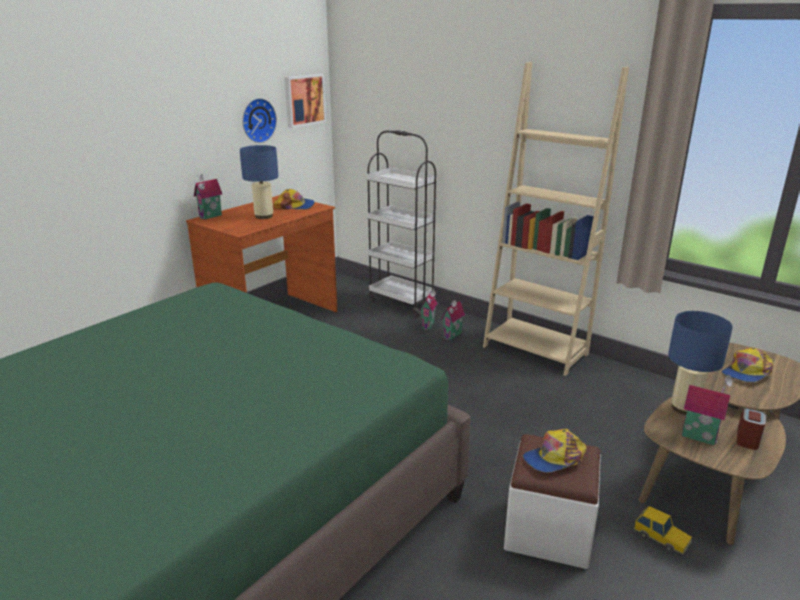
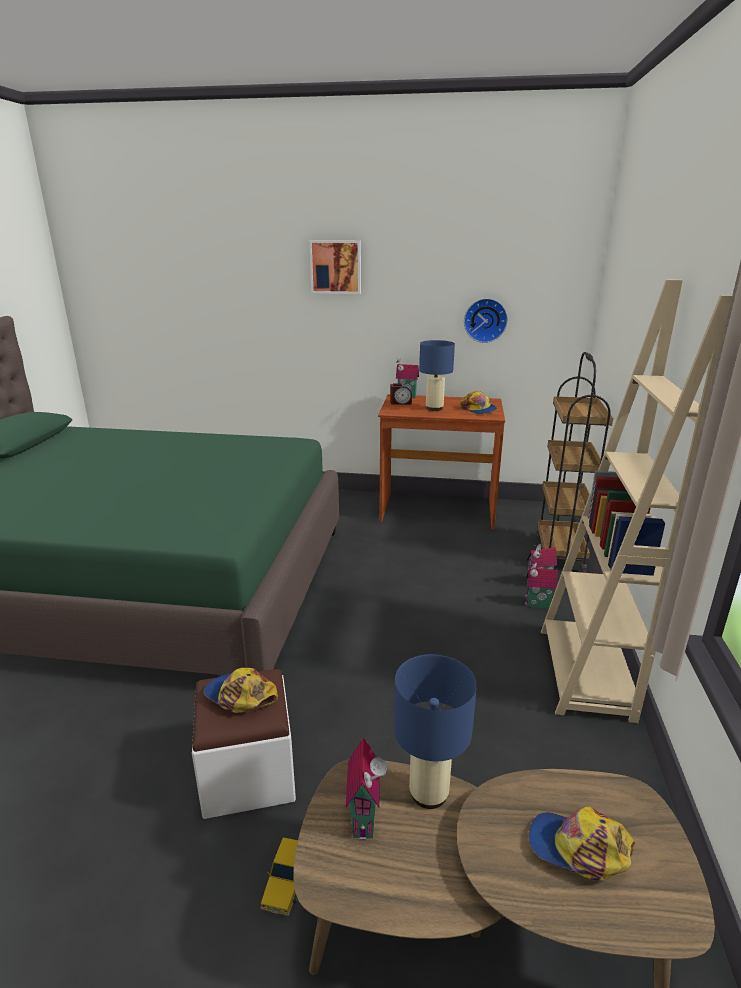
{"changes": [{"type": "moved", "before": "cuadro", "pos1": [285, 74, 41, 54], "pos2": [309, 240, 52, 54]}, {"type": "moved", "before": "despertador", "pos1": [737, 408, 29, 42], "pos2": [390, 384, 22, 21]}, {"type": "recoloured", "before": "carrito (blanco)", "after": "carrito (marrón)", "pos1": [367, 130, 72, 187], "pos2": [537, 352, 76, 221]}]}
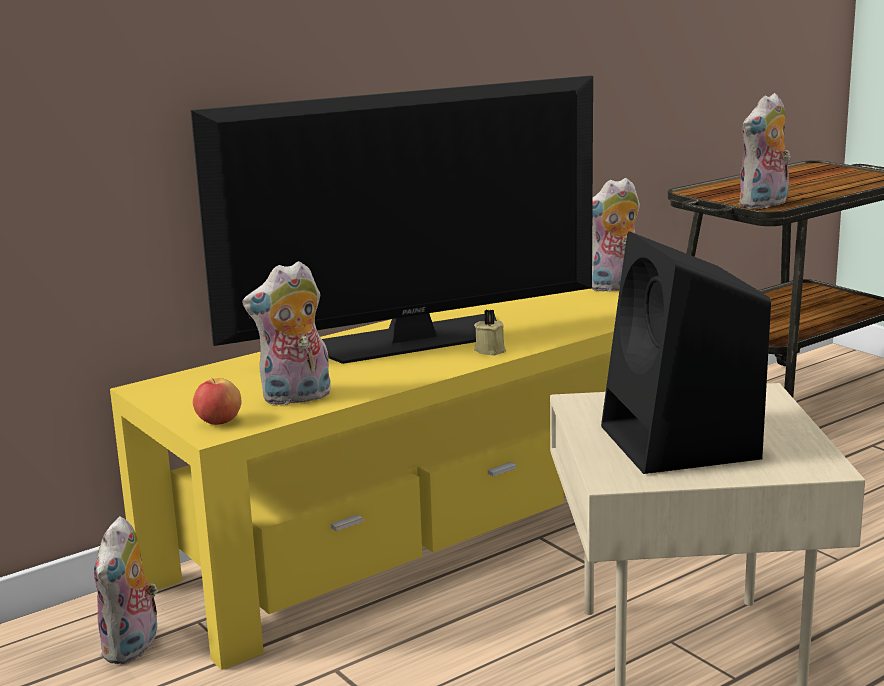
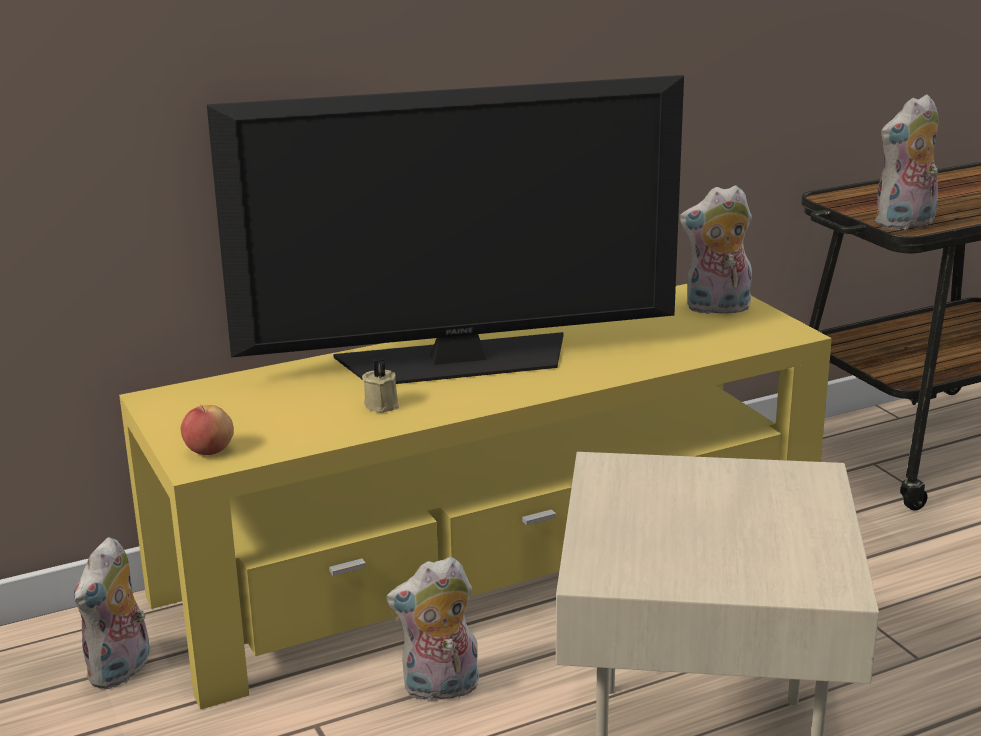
{"changes": [{"type": "removed", "before": "altavoz (negro)", "pos1": [601, 231, 170, 243]}, {"type": "moved", "before": "peluche", "pos1": [242, 261, 89, 144], "pos2": [386, 557, 93, 144]}, {"type": "moved", "before": "vela (beis)", "pos1": [474, 309, 32, 47], "pos2": [362, 359, 37, 54]}]}
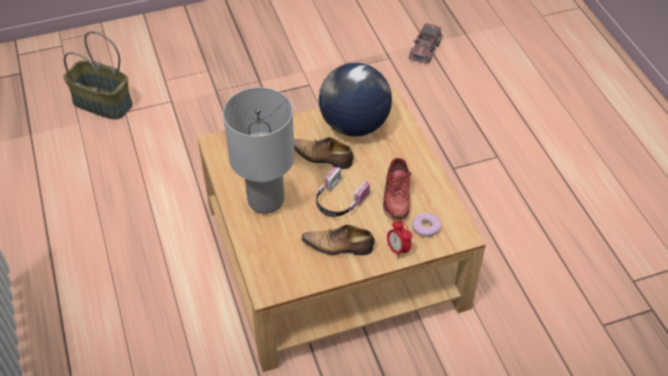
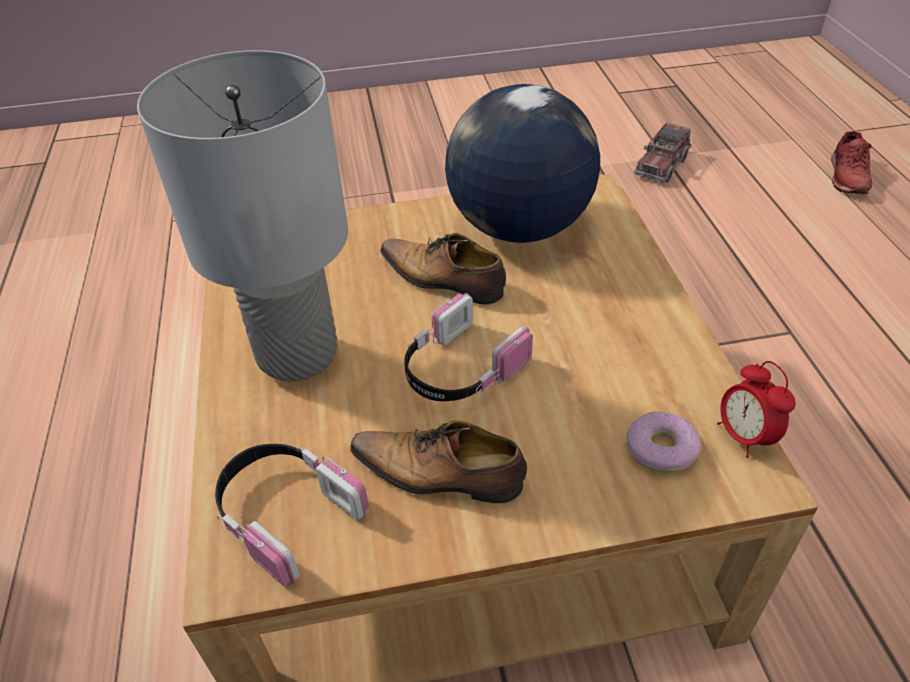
{"changes": [{"type": "removed", "before": "cesta", "pos1": [63, 31, 70, 89]}, {"type": "added", "after": "auriculares", "pos2": [215, 444, 154, 142]}, {"type": "moved", "before": "zapato (rojo)", "pos1": [383, 158, 28, 61], "pos2": [831, 131, 41, 63]}, {"type": "moved", "before": "despertador", "pos1": [387, 220, 25, 39], "pos2": [717, 361, 79, 97]}]}
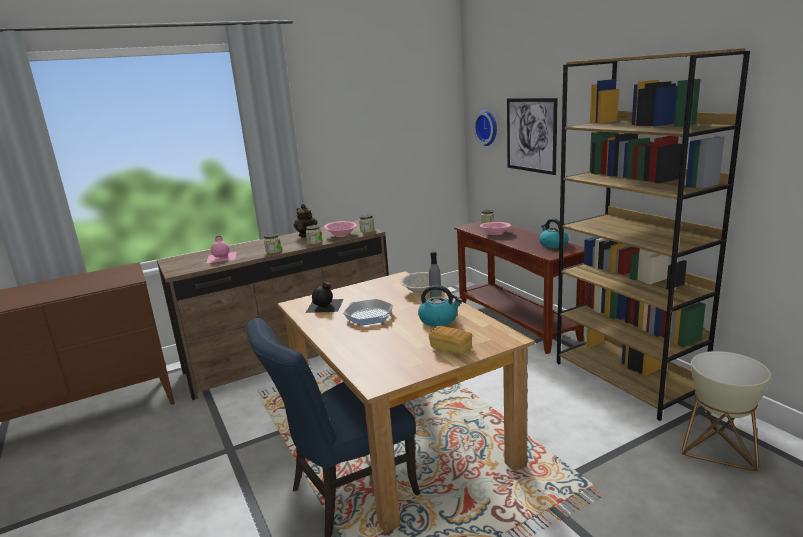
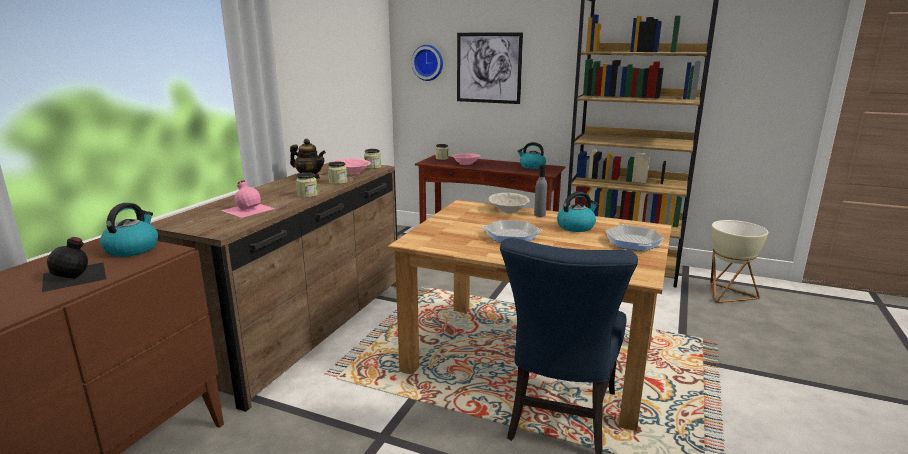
{"changes": [{"type": "added", "after": "hervidor", "pos2": [100, 203, 58, 54]}, {"type": "moved", "before": "botella (negro)", "pos1": [306, 282, 38, 31], "pos2": [42, 237, 64, 55]}, {"type": "replaced", "before": "pan", "after": "sartén", "pos1": [429, 326, 43, 29], "pos2": [606, 224, 58, 27]}]}
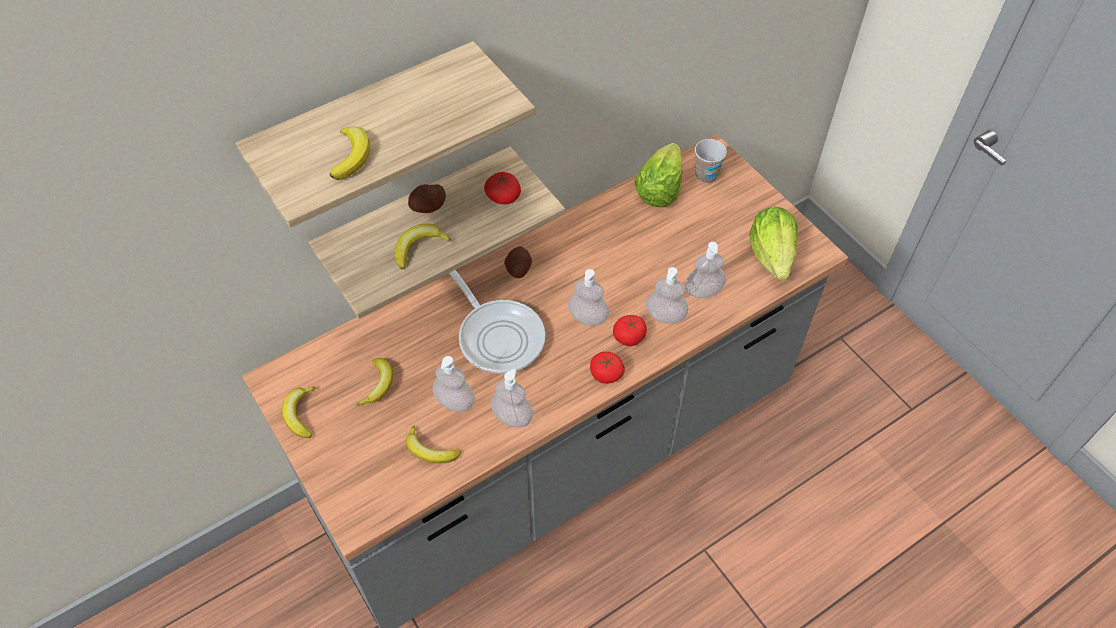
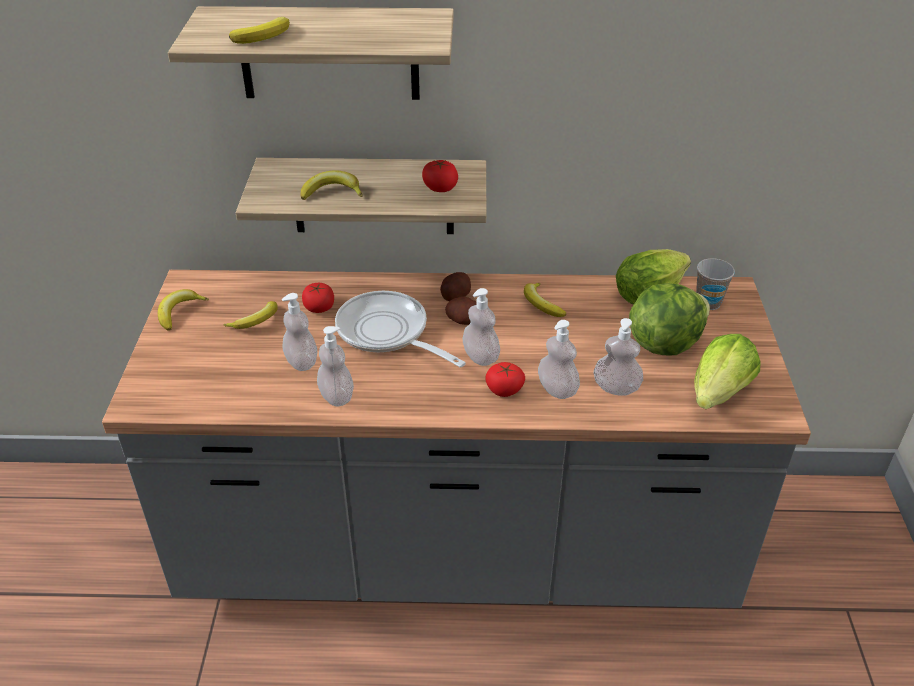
{"changes": [{"type": "added", "after": "lechuga", "pos2": [629, 283, 81, 73]}, {"type": "moved", "before": "plátano", "pos1": [406, 425, 55, 38], "pos2": [524, 283, 42, 34]}, {"type": "moved", "before": "patata", "pos1": [408, 184, 38, 29], "pos2": [445, 296, 32, 29]}, {"type": "moved", "before": "tomate", "pos1": [590, 352, 35, 32], "pos2": [302, 283, 32, 30]}, {"type": "turned", "before": "sartén", "pos1": [449, 270, 96, 104], "pos2": [335, 291, 131, 76], "turn": 135}]}
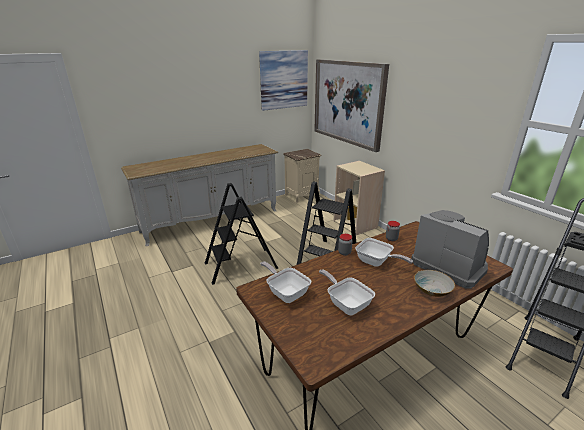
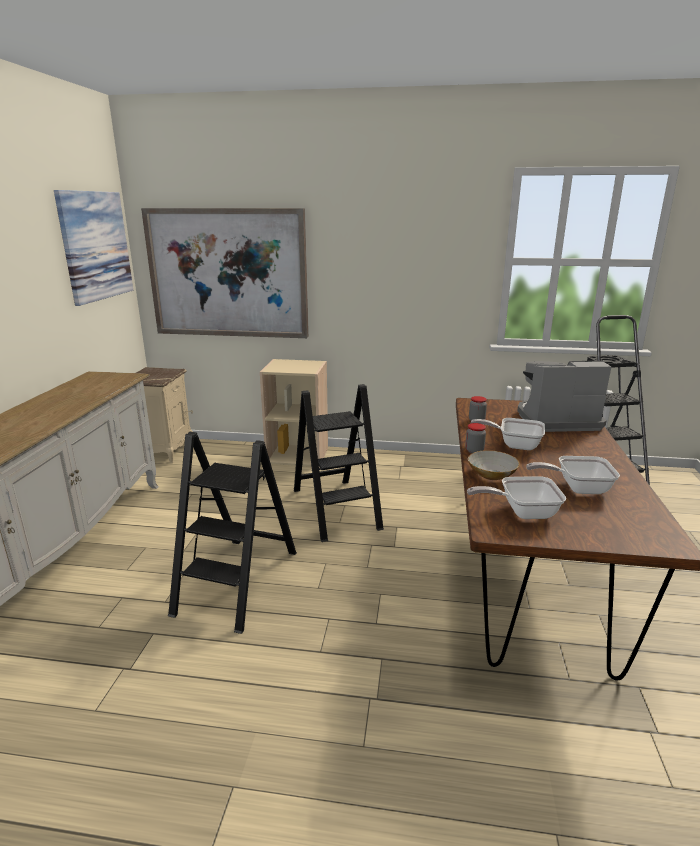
{"changes": [{"type": "moved", "before": "cuenco", "pos1": [414, 270, 41, 27], "pos2": [468, 450, 52, 30]}, {"type": "turned", "before": "sartén", "pos1": [355, 238, 58, 29], "pos2": [471, 418, 74, 32], "turn": -150}]}
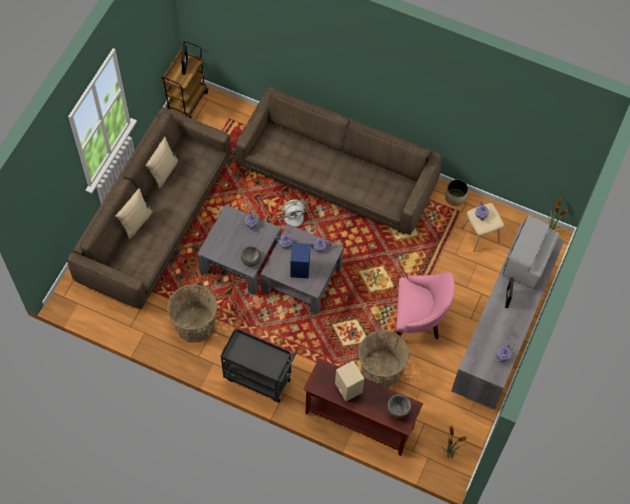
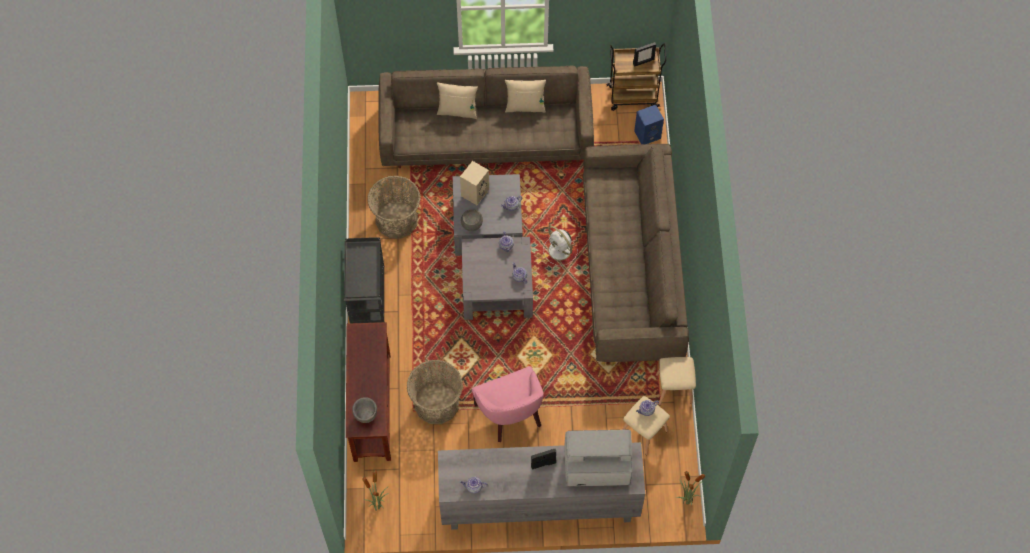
{"changes": [{"type": "moved", "before": "altavoz (azul)", "pos1": [290, 243, 20, 35], "pos2": [634, 105, 30, 39]}, {"type": "moved", "before": "altavoz (beis)", "pos1": [335, 361, 29, 40], "pos2": [460, 161, 29, 44]}, {"type": "replaced", "before": "maceta", "after": "taburete (beis)", "pos1": [445, 179, 23, 27], "pos2": [656, 357, 40, 48]}]}
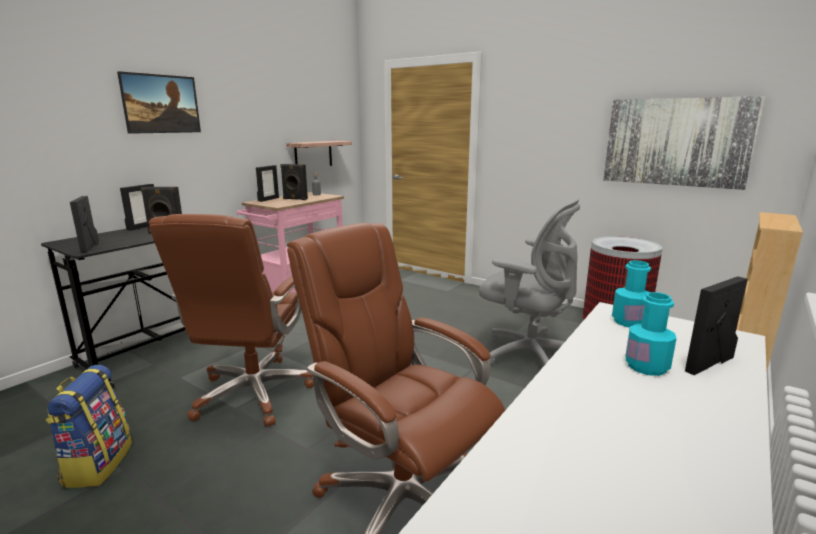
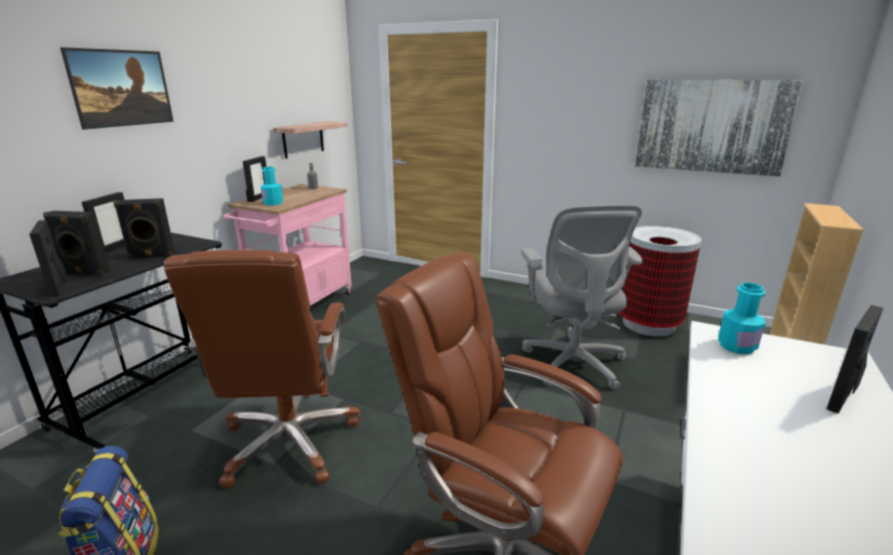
{"changes": [{"type": "moved", "before": "altavoz (negro)", "pos1": [280, 164, 28, 36], "pos2": [43, 211, 67, 65]}, {"type": "moved", "before": "botella (turquesa)", "pos1": [625, 292, 52, 84], "pos2": [261, 167, 22, 39]}, {"type": "turned", "before": "silla de oficina (gris)", "pos1": [479, 199, 101, 166], "pos2": [521, 205, 122, 185], "turn": 60}]}
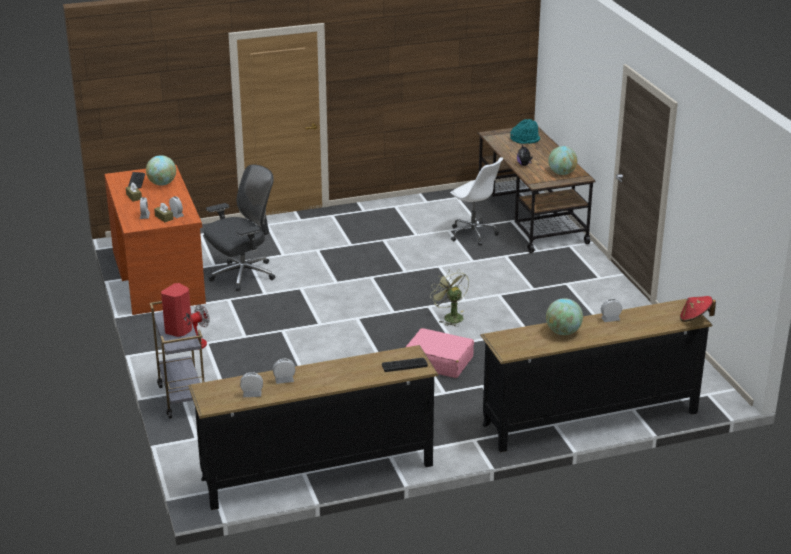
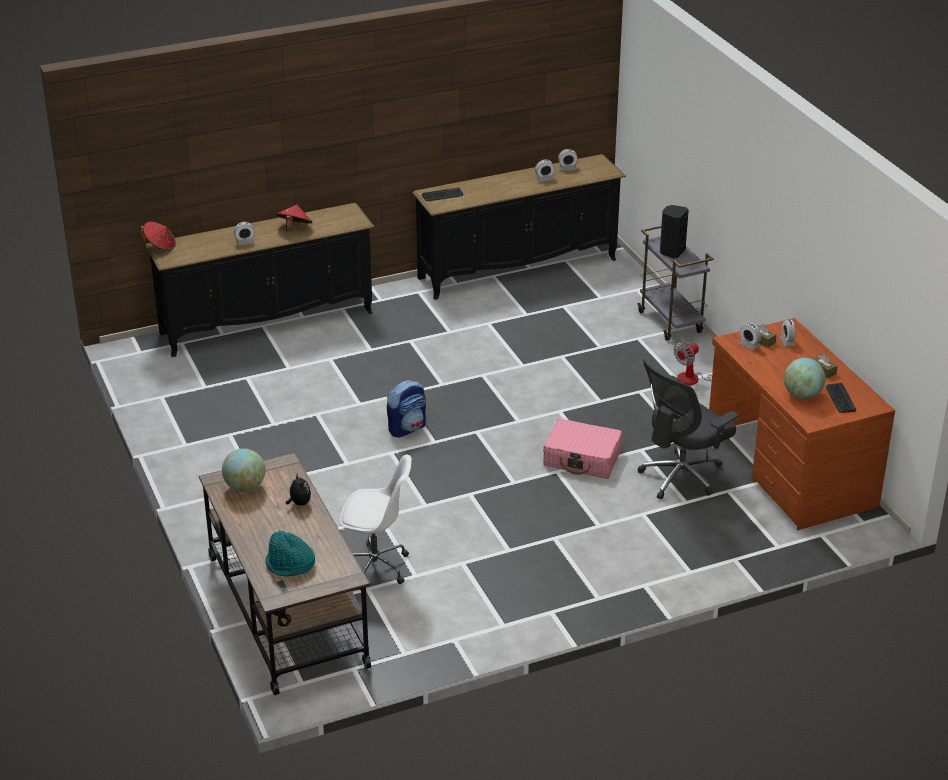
{"changes": [{"type": "moved", "before": "maleta (rosa)", "pos1": [406, 328, 68, 50], "pos2": [543, 418, 80, 61]}, {"type": "replaced", "before": "ventilador (verde)", "after": "mochila", "pos1": [430, 269, 39, 58], "pos2": [387, 380, 39, 57]}, {"type": "replaced", "before": "globo terráqueo", "after": "sombrero (rojo)", "pos1": [546, 298, 37, 37], "pos2": [276, 205, 36, 26]}, {"type": "recoloured", "before": "altavoz (rojo)", "after": "altavoz (negro)", "pos1": [161, 283, 31, 54], "pos2": [660, 205, 29, 53]}, {"type": "turned", "before": "silla de oficina (blanco)", "pos1": [450, 157, 53, 89], "pos2": [340, 454, 72, 136], "turn": 150}]}
